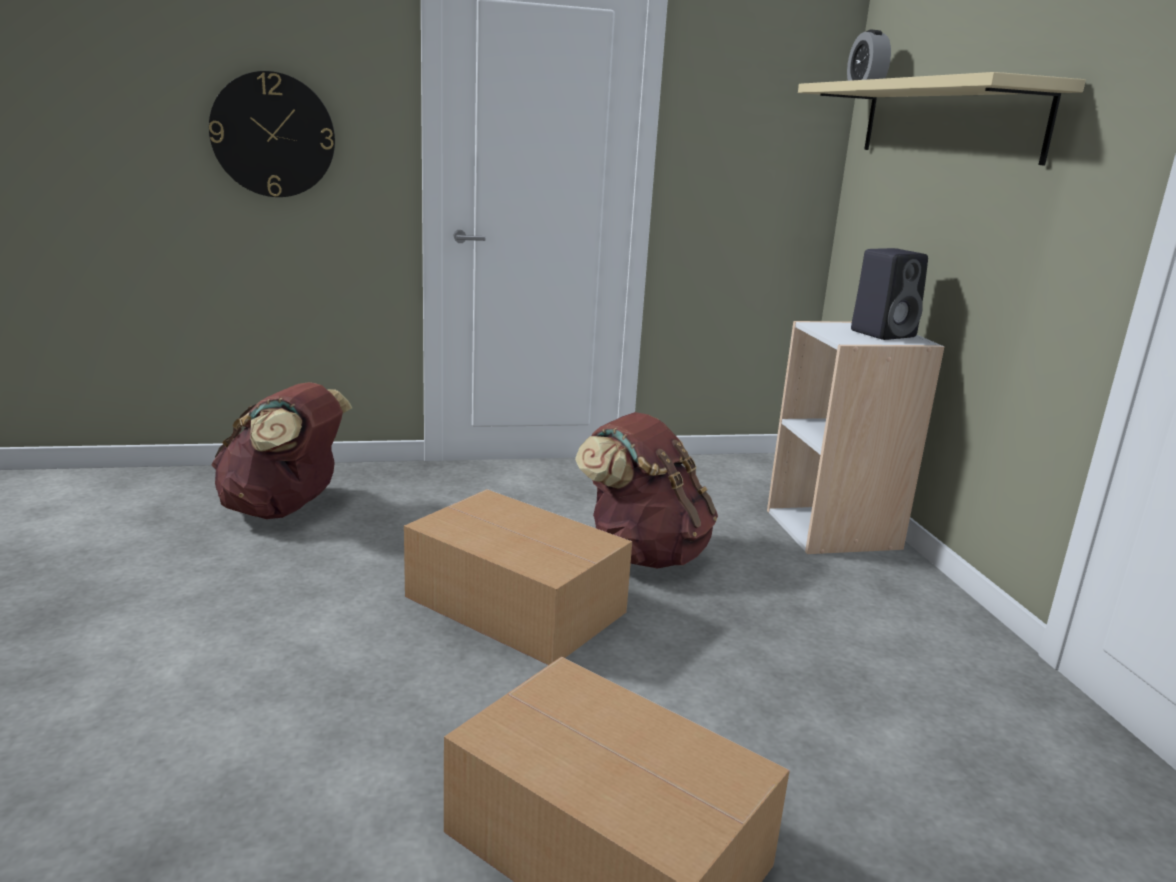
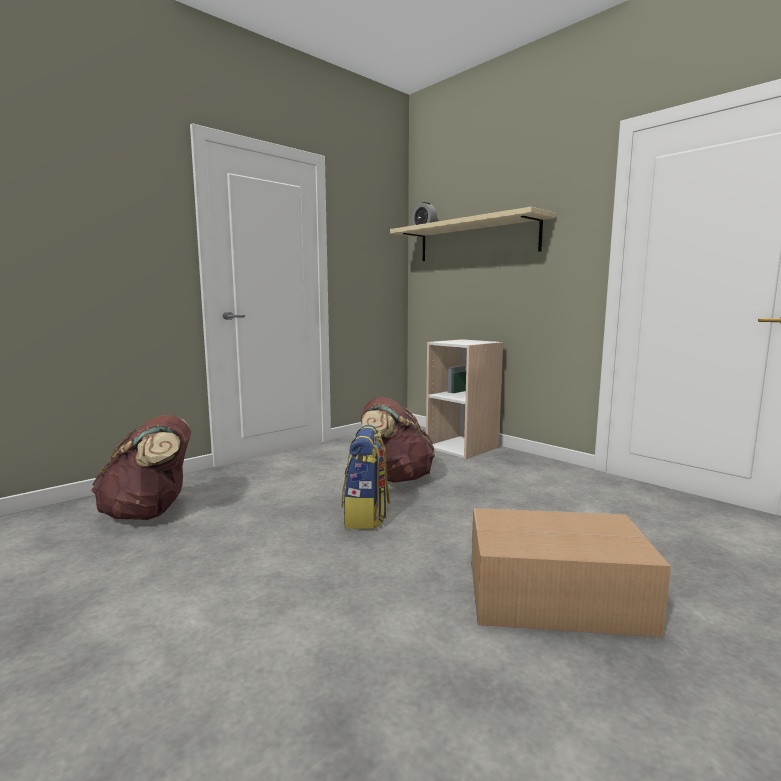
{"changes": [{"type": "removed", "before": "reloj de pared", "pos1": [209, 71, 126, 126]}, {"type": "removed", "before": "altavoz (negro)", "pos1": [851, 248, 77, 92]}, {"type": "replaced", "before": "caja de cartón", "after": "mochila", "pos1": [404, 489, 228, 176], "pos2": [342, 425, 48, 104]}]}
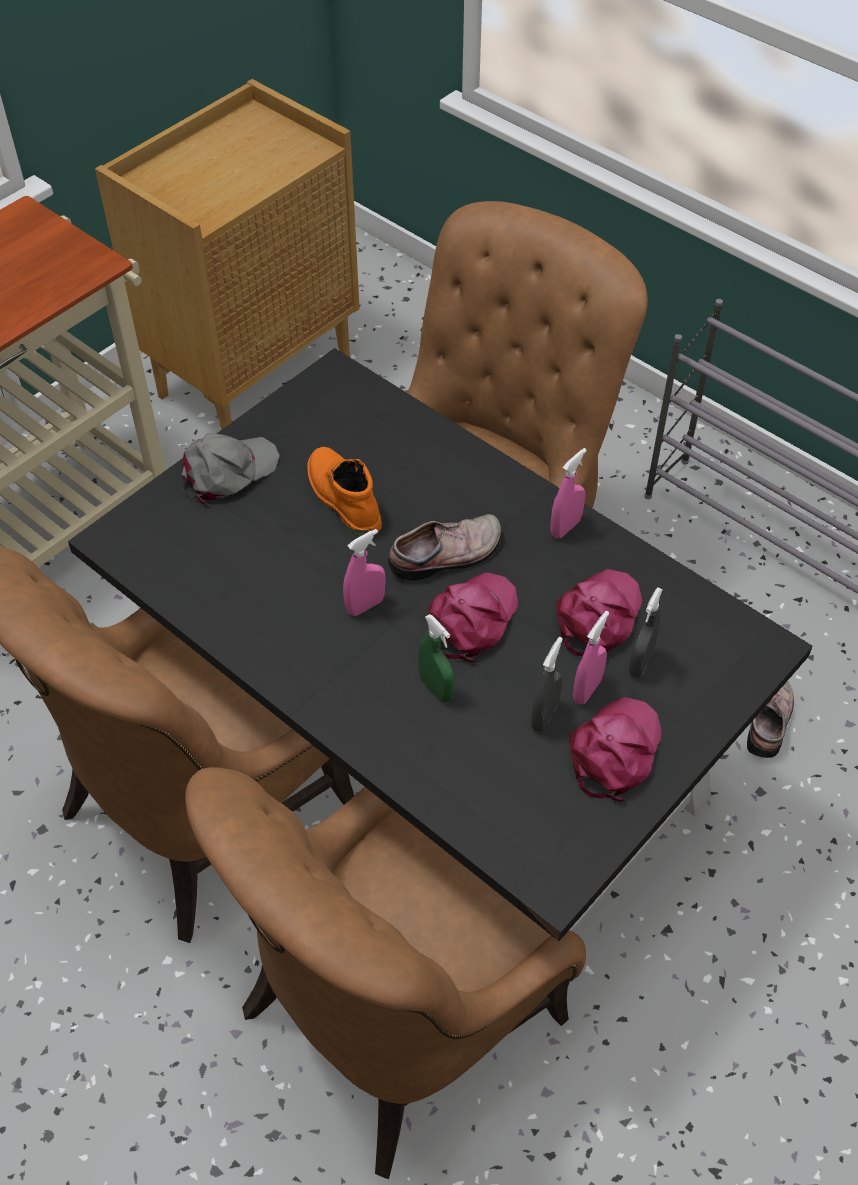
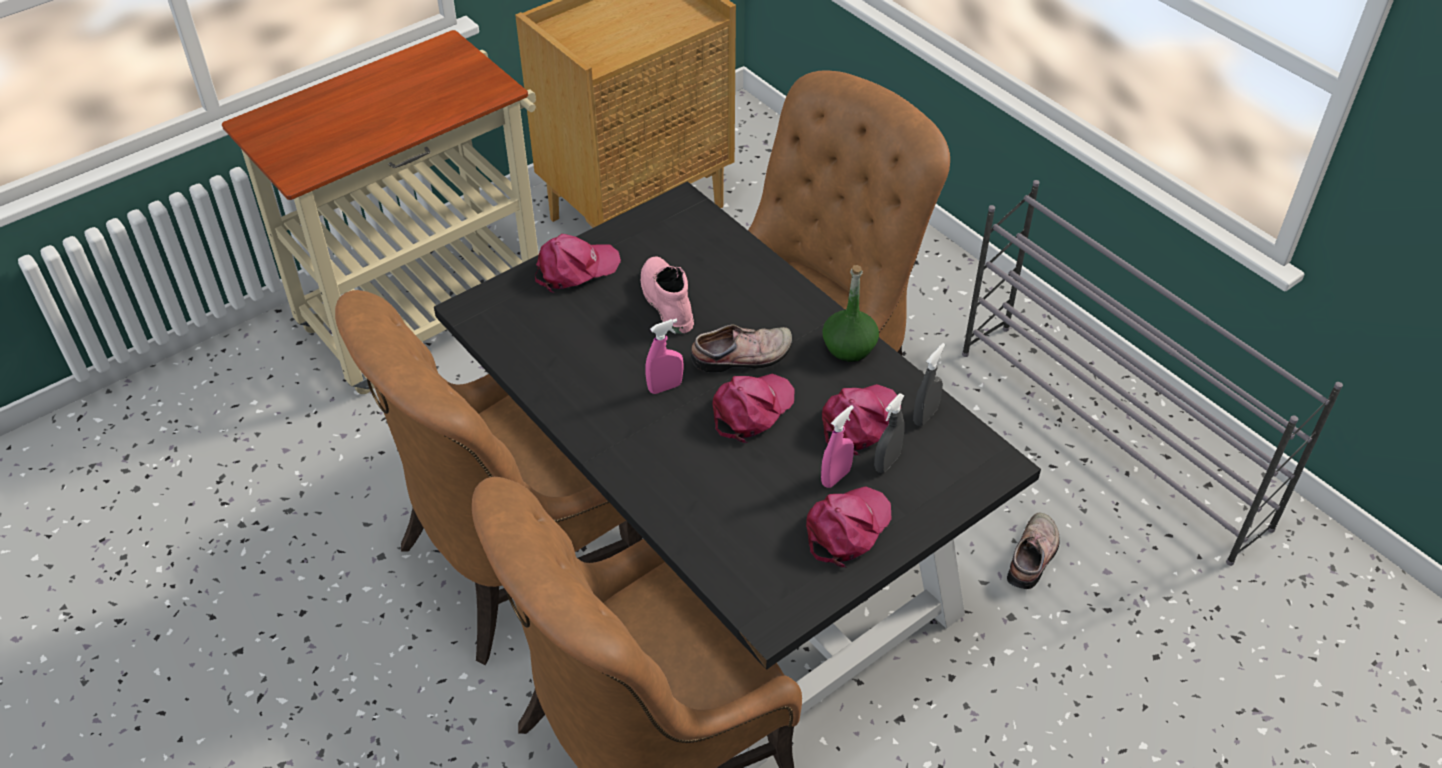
{"changes": [{"type": "removed", "before": "pulverizador (verde)", "pos1": [419, 614, 36, 88]}, {"type": "moved", "before": "pulverizador (gris)", "pos1": [531, 637, 32, 95], "pos2": [913, 343, 32, 83]}, {"type": "replaced", "before": "pulverizador (rosa)", "after": "botella (verde)", "pos1": [550, 448, 37, 90], "pos2": [822, 265, 57, 97]}, {"type": "recoloured", "before": "gorra (gris)", "after": "gorra (rosa)", "pos1": [182, 433, 98, 73], "pos2": [535, 234, 86, 59]}, {"type": "recoloured", "before": "bota (naranja)", "after": "bota (rosa)", "pos1": [307, 447, 75, 89], "pos2": [641, 256, 53, 78]}]}
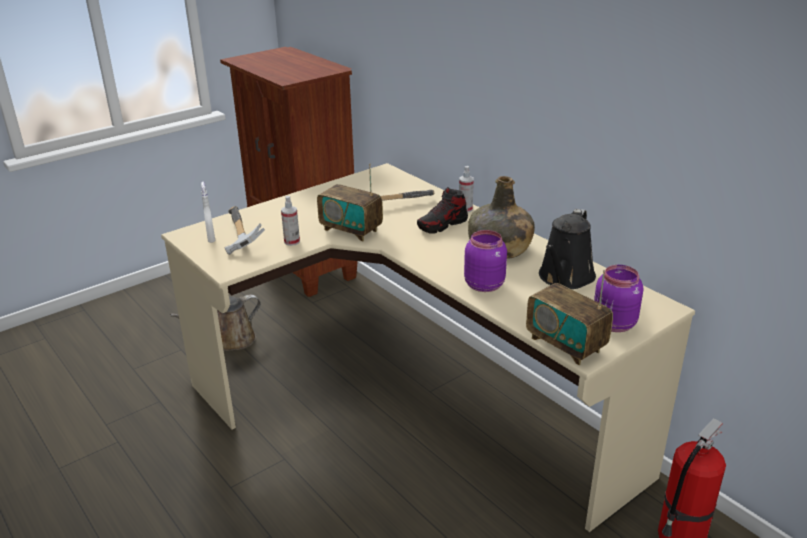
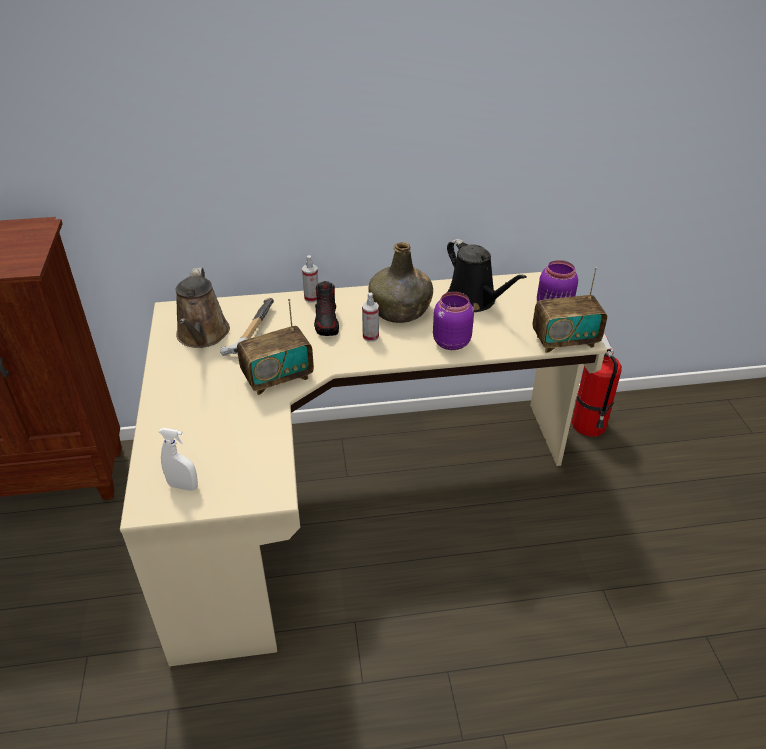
{"changes": [{"type": "removed", "before": "martillo", "pos1": [225, 206, 40, 49]}, {"type": "moved", "before": "regadera (marrón)", "pos1": [170, 295, 91, 56], "pos2": [176, 268, 54, 80]}, {"type": "moved", "before": "pulverizador", "pos1": [281, 196, 19, 50], "pos2": [362, 293, 17, 49]}]}
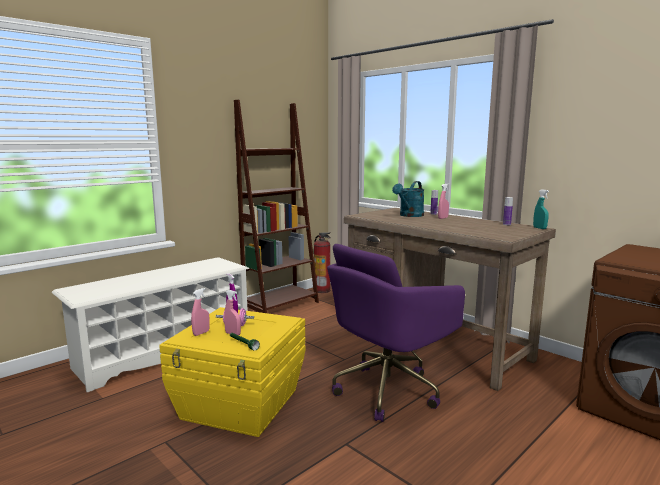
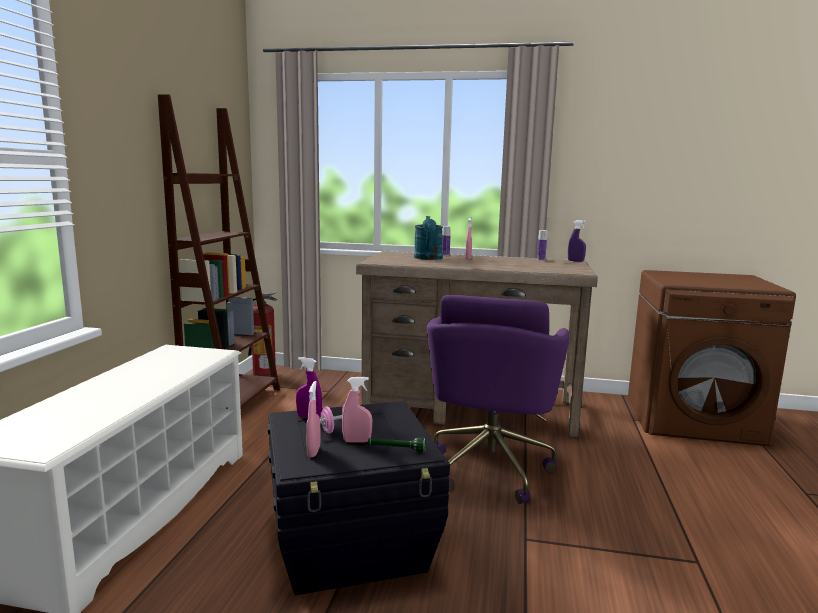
{"changes": [{"type": "recoloured", "before": "caja de almacenaje (amarillo)", "after": "caja de almacenaje (negro)", "pos1": [159, 307, 147, 130], "pos2": [268, 401, 182, 194]}, {"type": "recoloured", "before": "pulverizador (turquesa)", "after": "pulverizador (morado)", "pos1": [533, 190, 16, 39], "pos2": [568, 220, 18, 42]}]}
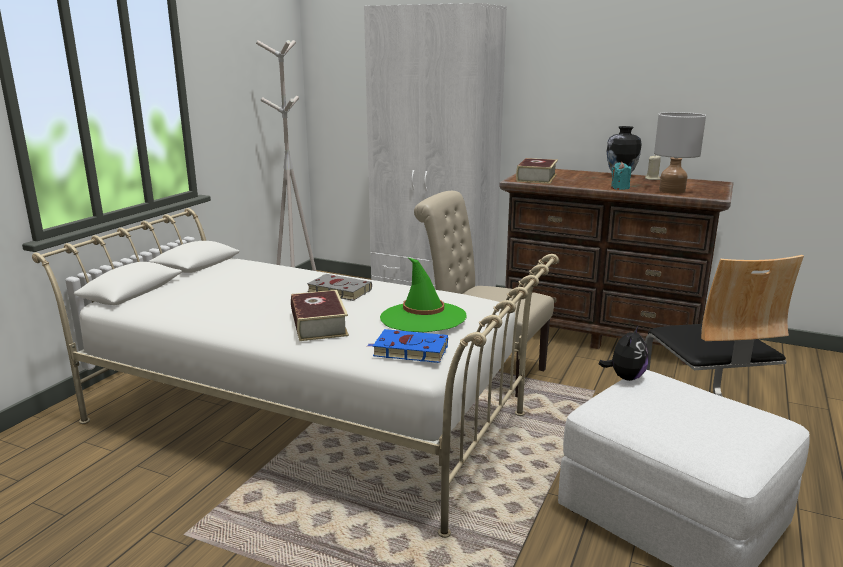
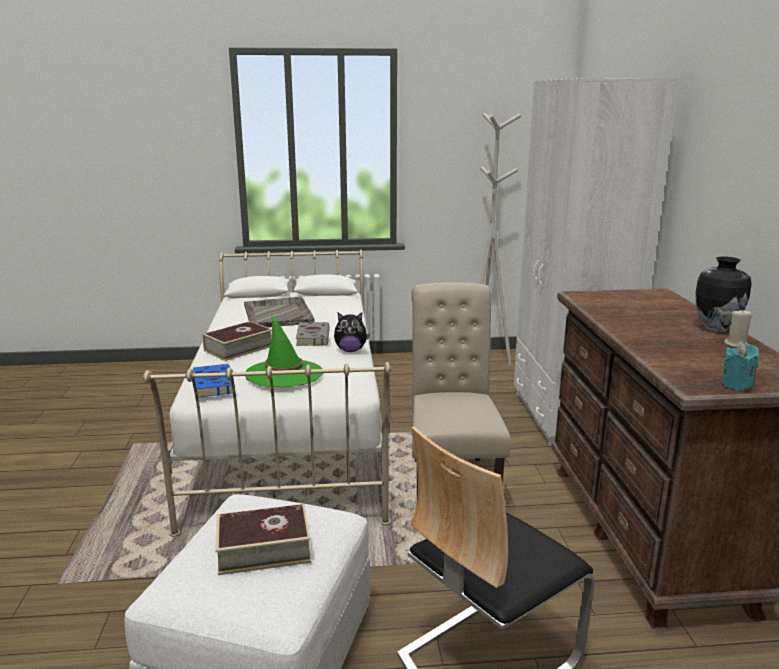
{"changes": [{"type": "removed", "before": "lámpara de mesa (gris)", "pos1": [654, 112, 52, 82]}, {"type": "added", "after": "bandeja (gris)", "pos2": [244, 297, 70, 30]}, {"type": "moved", "before": "libro", "pos1": [516, 158, 42, 26], "pos2": [215, 504, 96, 71]}, {"type": "moved", "before": "peluche", "pos1": [599, 325, 50, 56], "pos2": [334, 313, 36, 39]}, {"type": "moved", "before": "vela (turquesa)", "pos1": [611, 162, 20, 28], "pos2": [721, 343, 39, 49]}]}
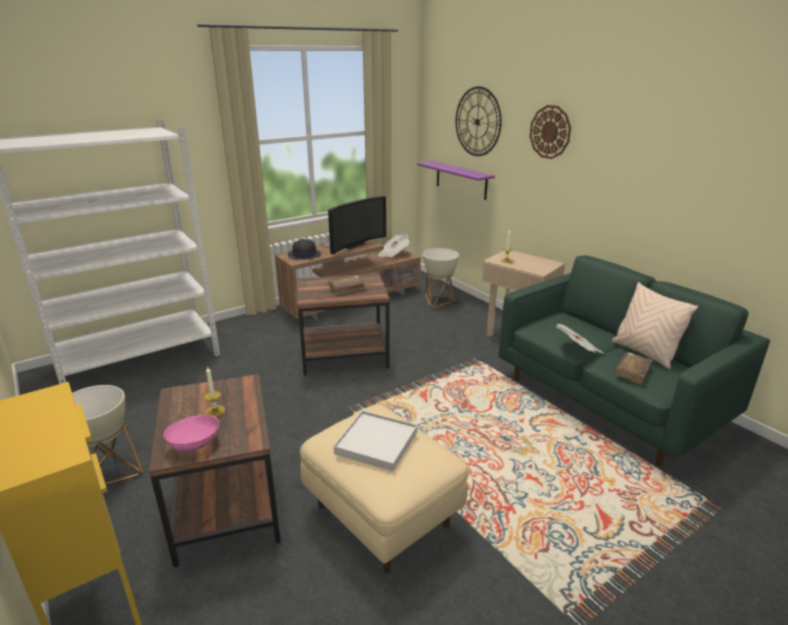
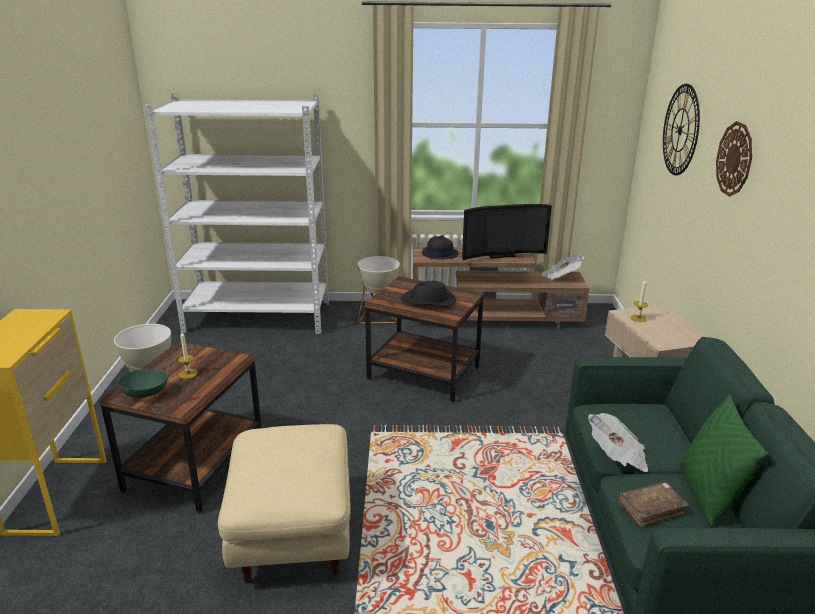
{"changes": [{"type": "removed", "before": "bandeja (blanco)", "pos1": [333, 411, 84, 61]}, {"type": "removed", "before": "estante (morado)", "pos1": [417, 161, 78, 39]}, {"type": "moved", "before": "maceta", "pos1": [423, 248, 36, 61], "pos2": [357, 256, 43, 68]}, {"type": "replaced", "before": "libro (marrón)", "after": "sombrero (negro)", "pos1": [328, 276, 38, 20], "pos2": [401, 281, 55, 25]}, {"type": "recoloured", "before": "cuenco (rosa)", "after": "cuenco (verde)", "pos1": [163, 414, 56, 38], "pos2": [118, 369, 50, 29]}, {"type": "recoloured", "before": "cojín (beis)", "after": "cojín (verde)", "pos1": [612, 282, 87, 87], "pos2": [680, 394, 88, 133]}]}
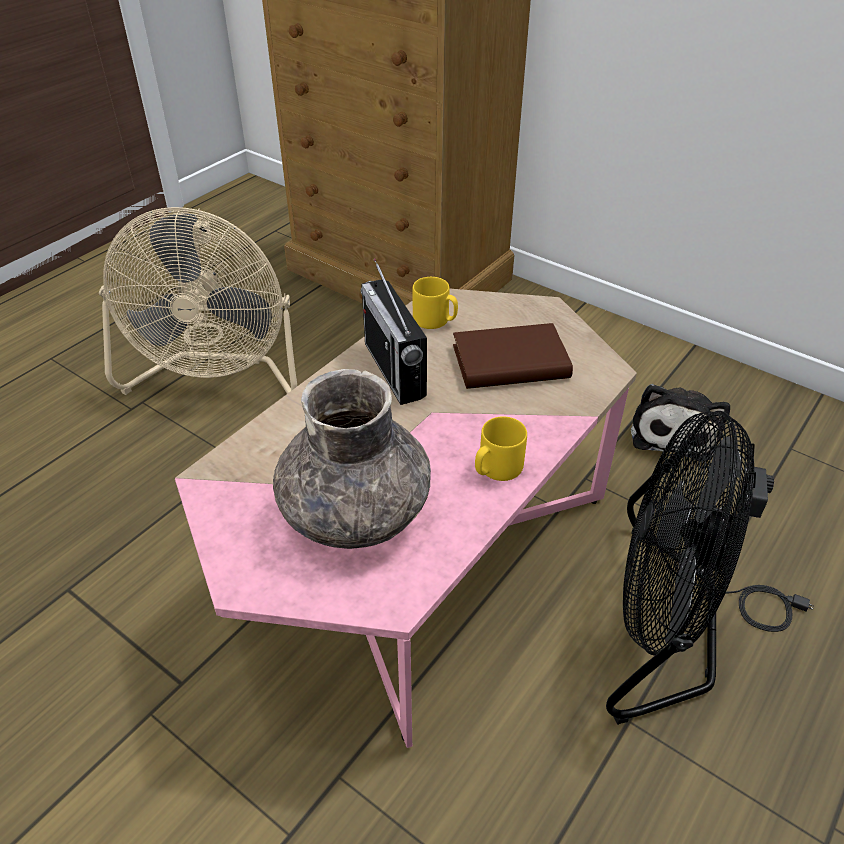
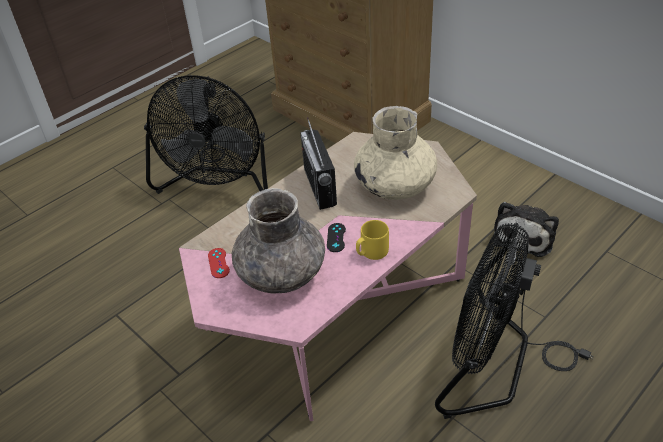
{"changes": [{"type": "removed", "before": "taza grande (amarillo)", "pos1": [412, 277, 46, 52]}, {"type": "added", "after": "mando de consola (rojo)", "pos2": [208, 248, 22, 30]}, {"type": "added", "after": "mando de consola (negro)", "pos2": [327, 223, 19, 29]}, {"type": "replaced", "before": "libro (marrón)", "after": "florero (beis)", "pos1": [453, 323, 120, 66], "pos2": [354, 106, 83, 94]}, {"type": "recoloured", "before": "ventilador (beis)", "after": "ventilador (negro)", "pos1": [99, 207, 198, 188], "pos2": [144, 75, 124, 119]}]}
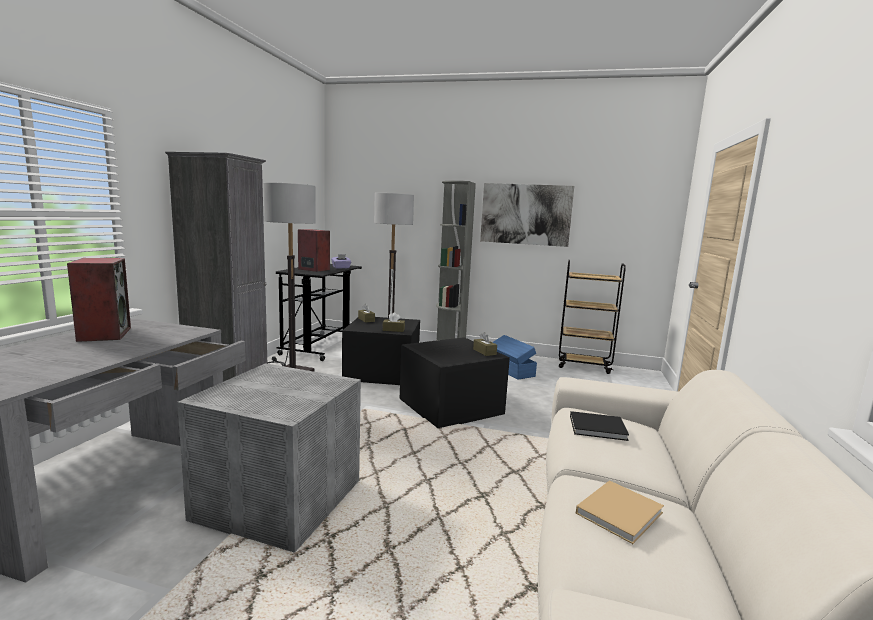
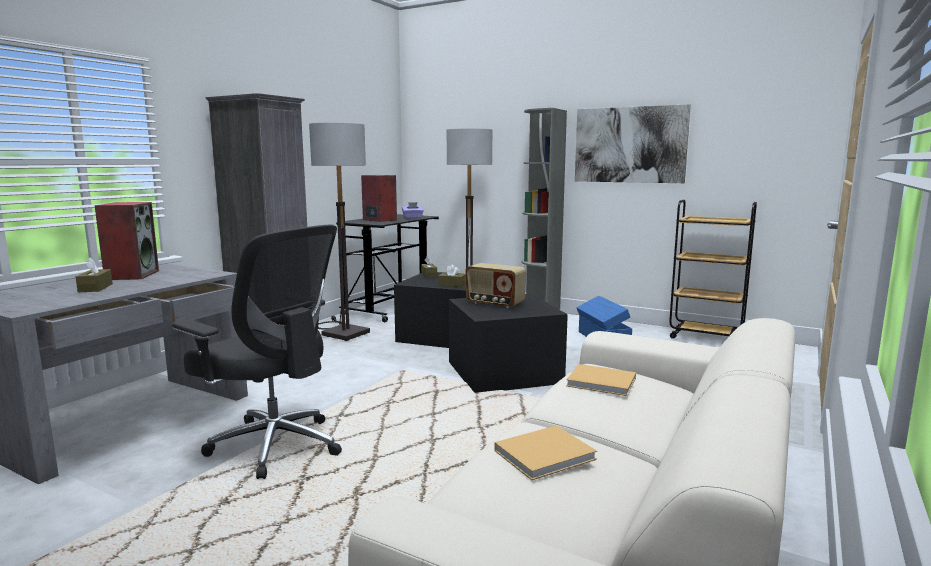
{"changes": [{"type": "added", "after": "radio", "pos2": [465, 263, 61, 45]}, {"type": "moved", "before": "caja de pañuelos (marrón)", "pos1": [473, 332, 24, 24], "pos2": [76, 258, 37, 34]}, {"type": "replaced", "before": "caja de almacenaje (gris)", "after": "silla de oficina", "pos1": [177, 363, 184, 190], "pos2": [172, 225, 170, 254]}, {"type": "recoloured", "before": "libro (negro)", "after": "libro (beis)", "pos1": [570, 411, 59, 30], "pos2": [566, 364, 70, 32]}]}
